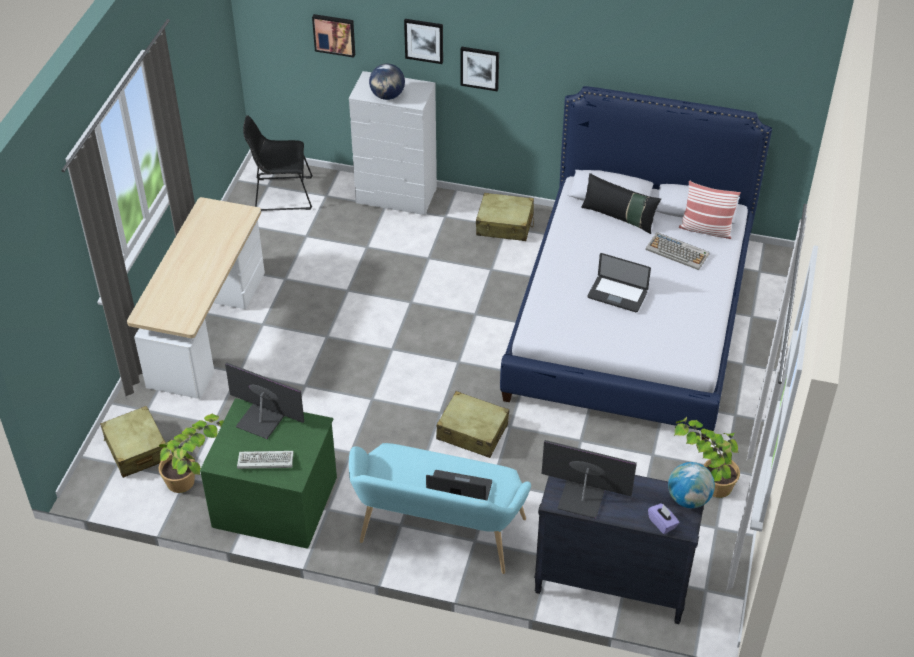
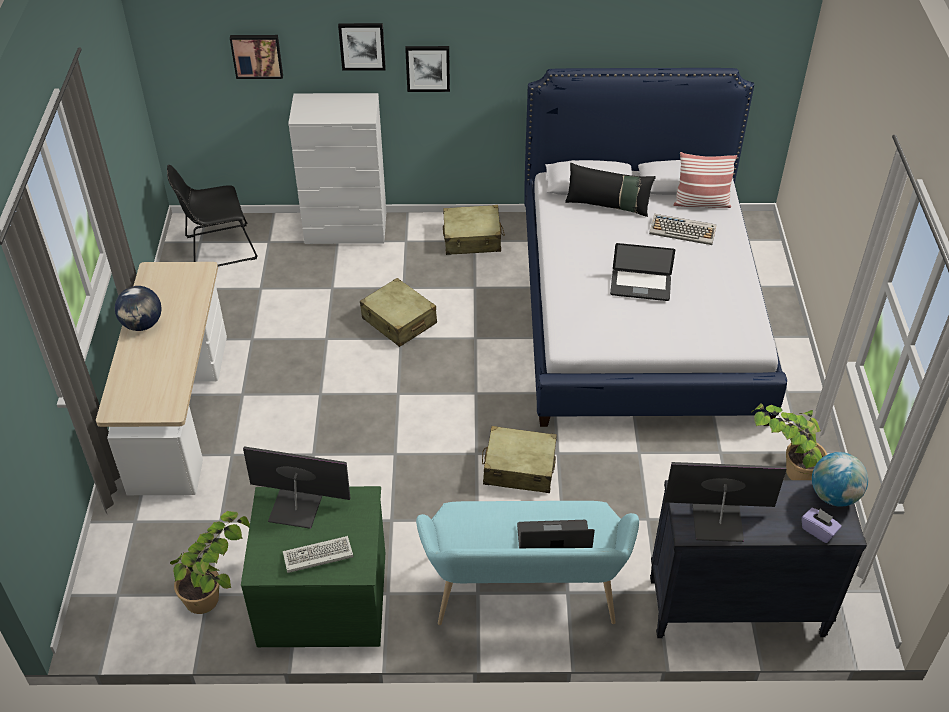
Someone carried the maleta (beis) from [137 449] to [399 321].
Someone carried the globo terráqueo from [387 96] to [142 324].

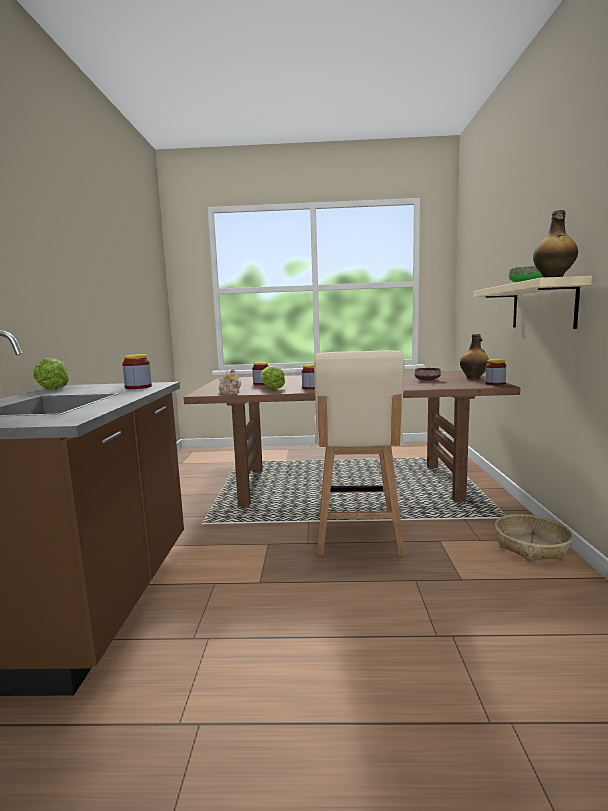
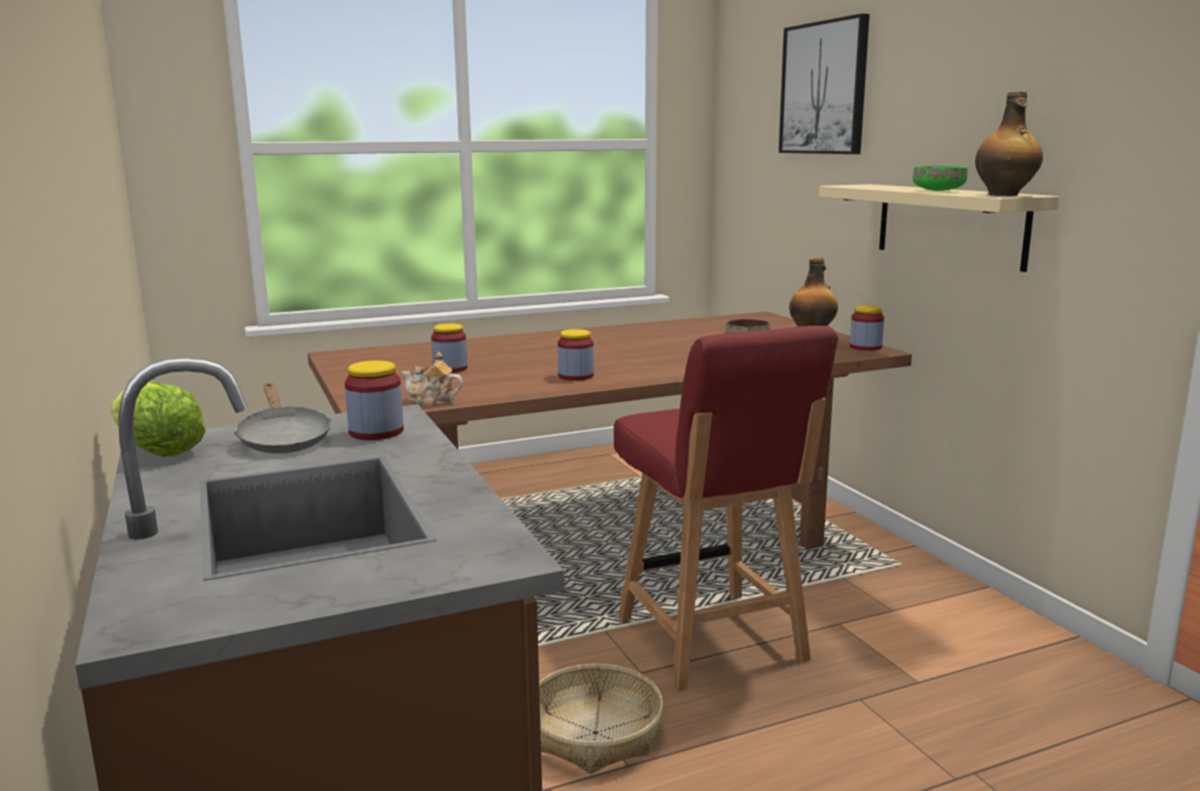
Someone took away the lechuga at [271 388].
Someone put down the sartén (gris) at [283 440].
Someone put up the cuadro at [824 88].
Someone carried the cesta from [531 546] to [594 733].
Someone repainted the silla (beis) at [358 536], which became the silla (rojo) at [712 642].

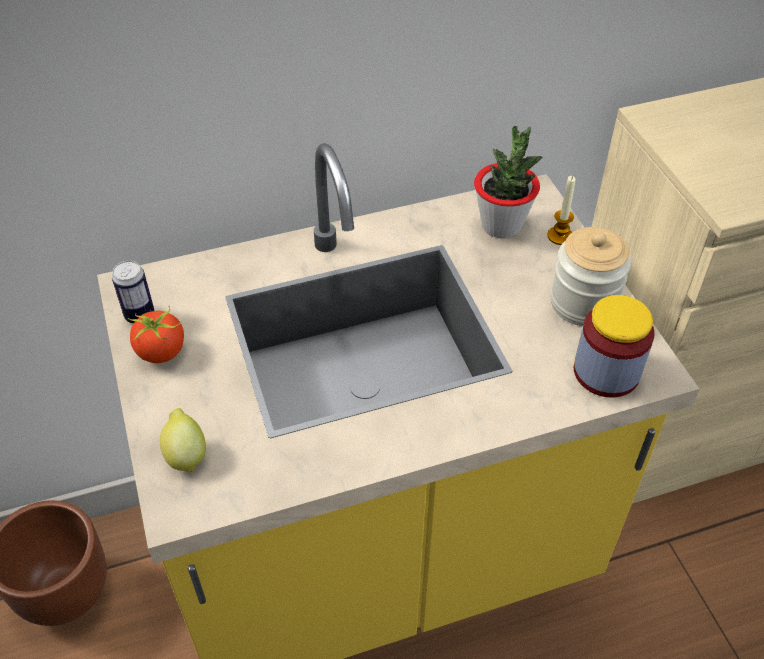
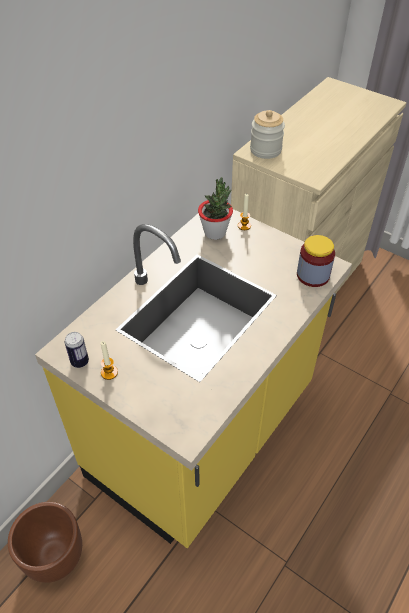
Someone took away the limón at [186 454].
Someone carried the tarro from [583 303] to [265 150].
Someone swapped the tomate at [162 352] for the vela at [109 372].

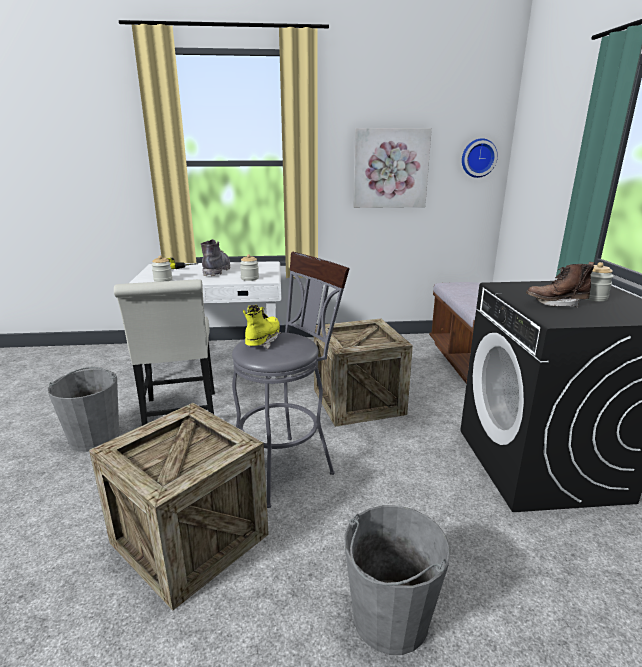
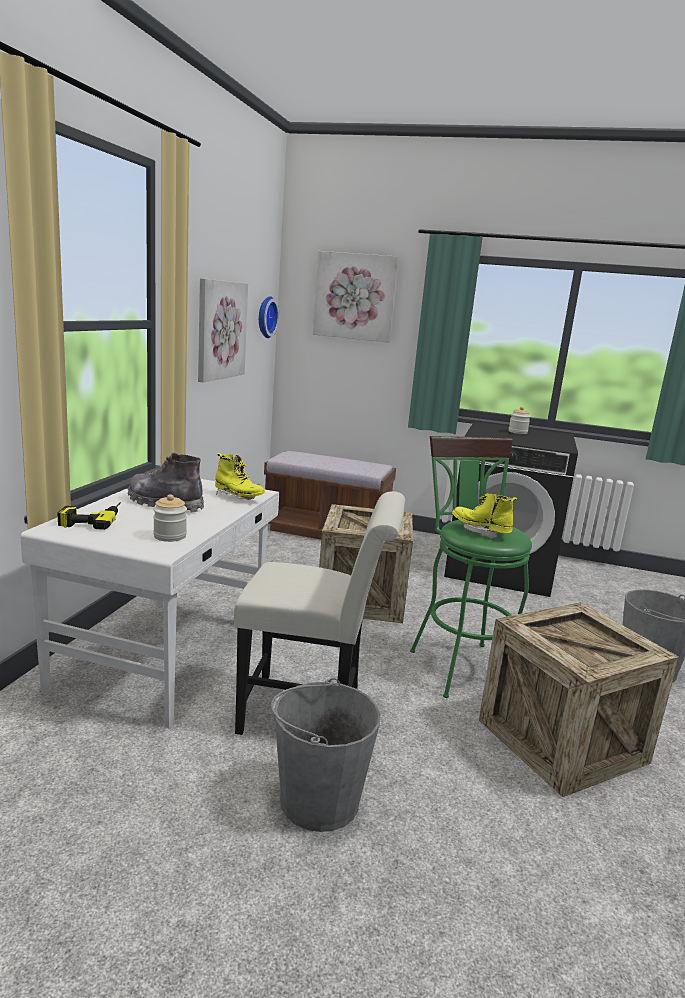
Someone took away the bota (marrón) at [556 304].
Someone put up the cuadro at [355 296].
Someone swapped the tarro at [250 278] for the bota (amarillo) at [238 497].
Someone repainted the taburete (gris) at [287 465], which became the taburete (verde) at [460 663].

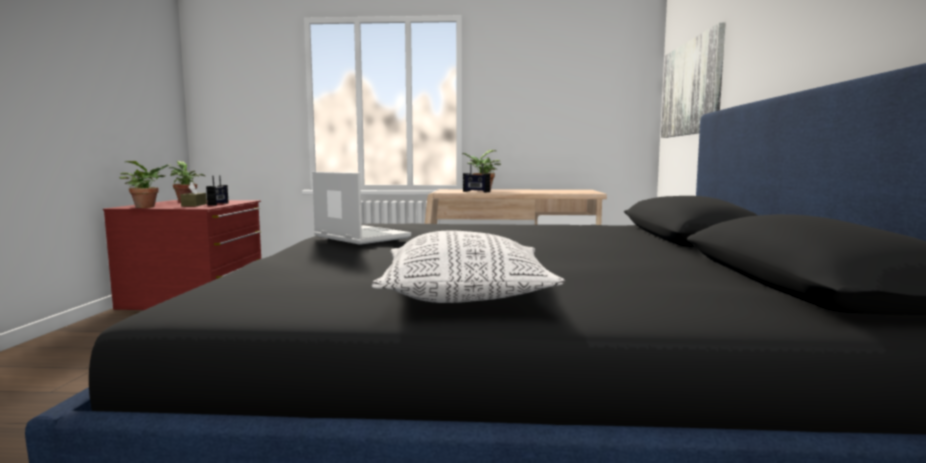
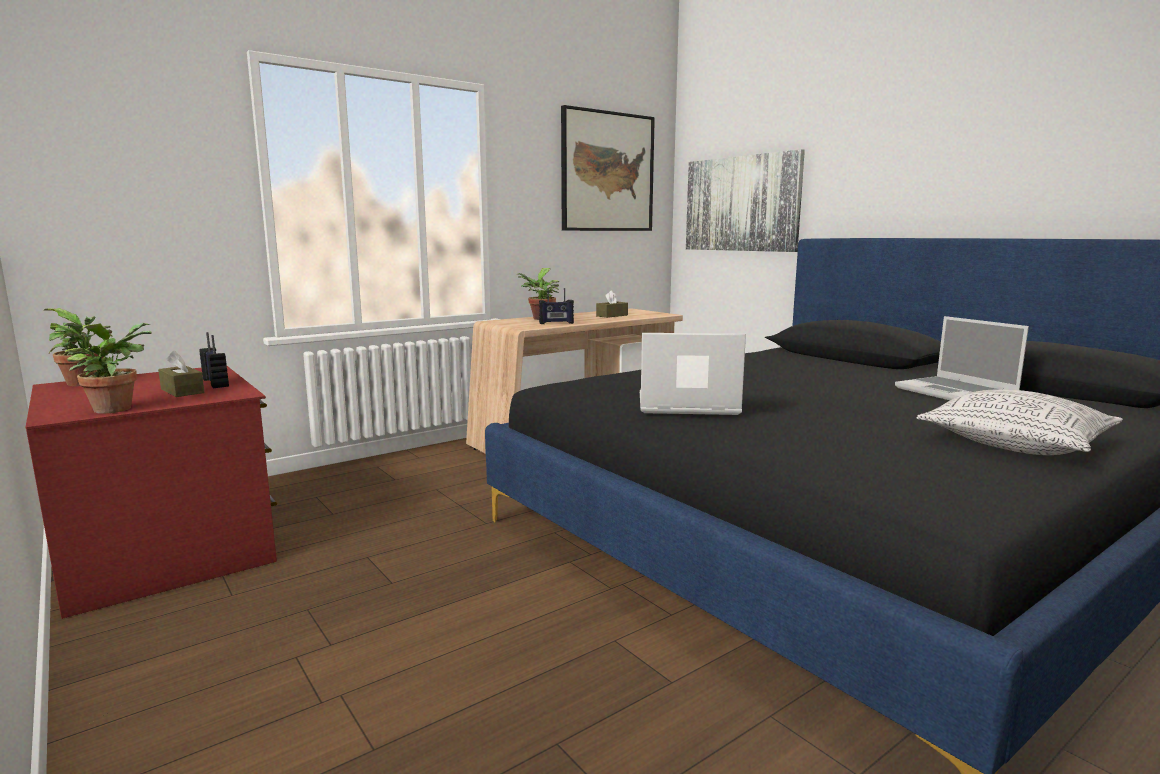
Someone put up the cuadro at [607 172].
Someone put down the caja de pañuelos (marrón) at [612 315].
Someone put down the portátil at [957 393].

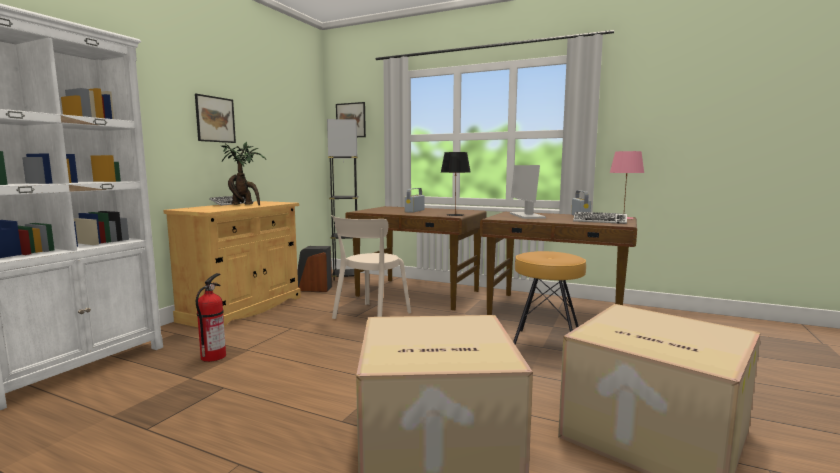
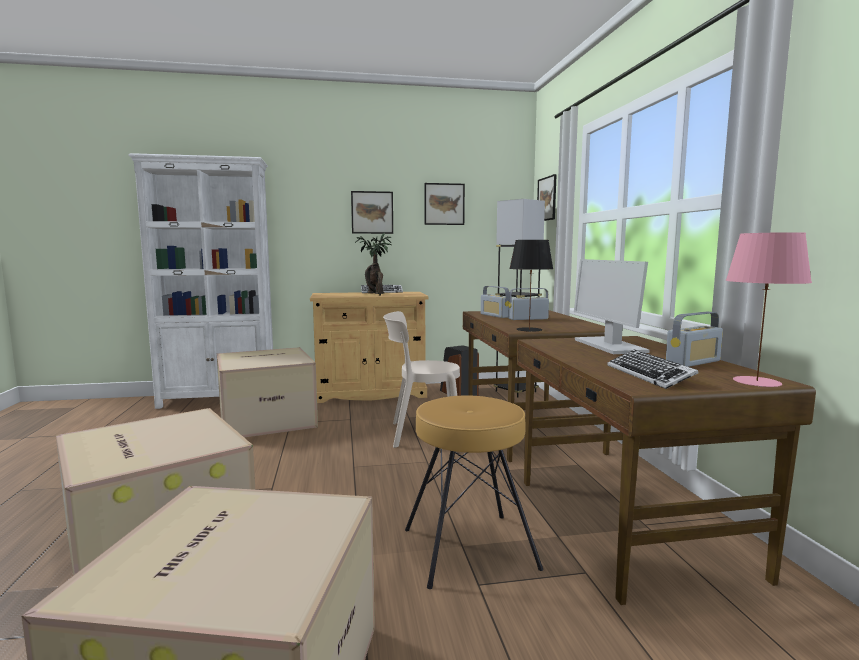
Someone put up the cuadro at [444 204].
Someone put down the radio at [495 315].
Someone swapped the extintor at [213 356] for the caja de cartón at [268 419].
Someone rotated the monitor at [526 216] by 60 degrees counterclockwise.

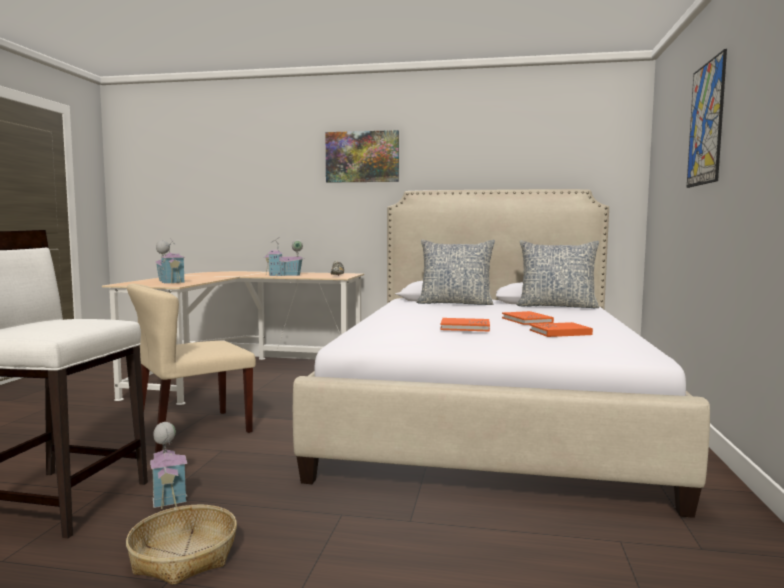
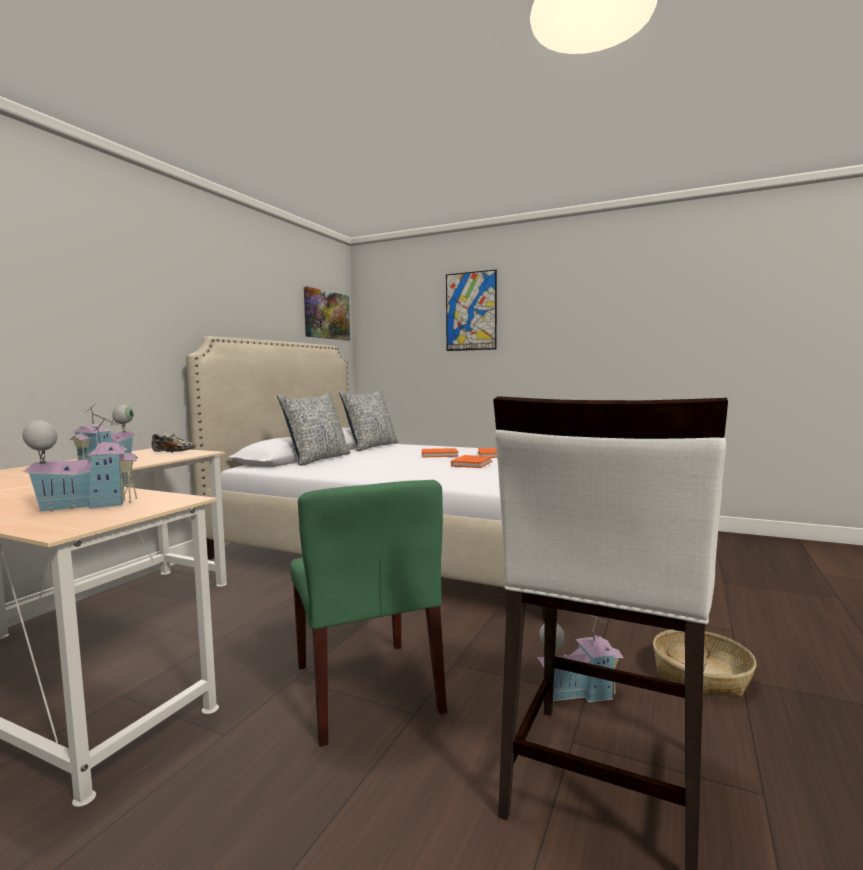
Someone carried the cuadro from [362 157] to [326 315].
Someone repainted the silla (beis) at [192 430], which became the silla (verde) at [367 688].

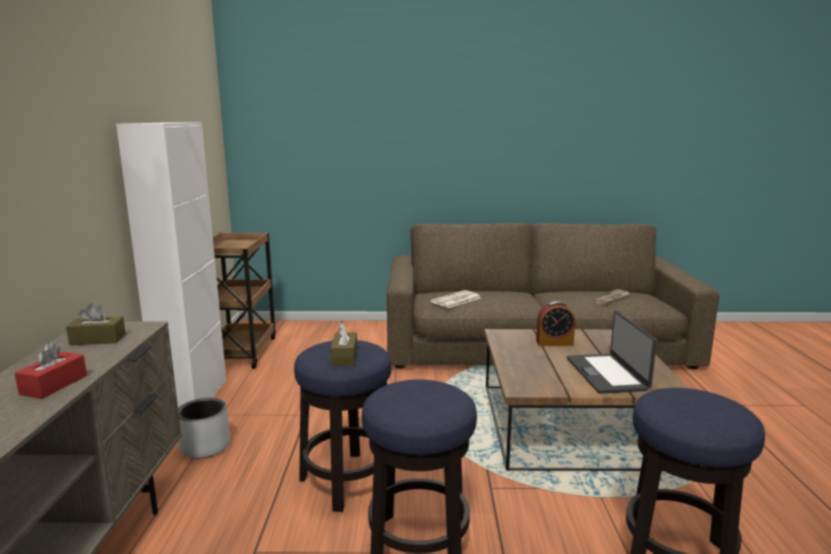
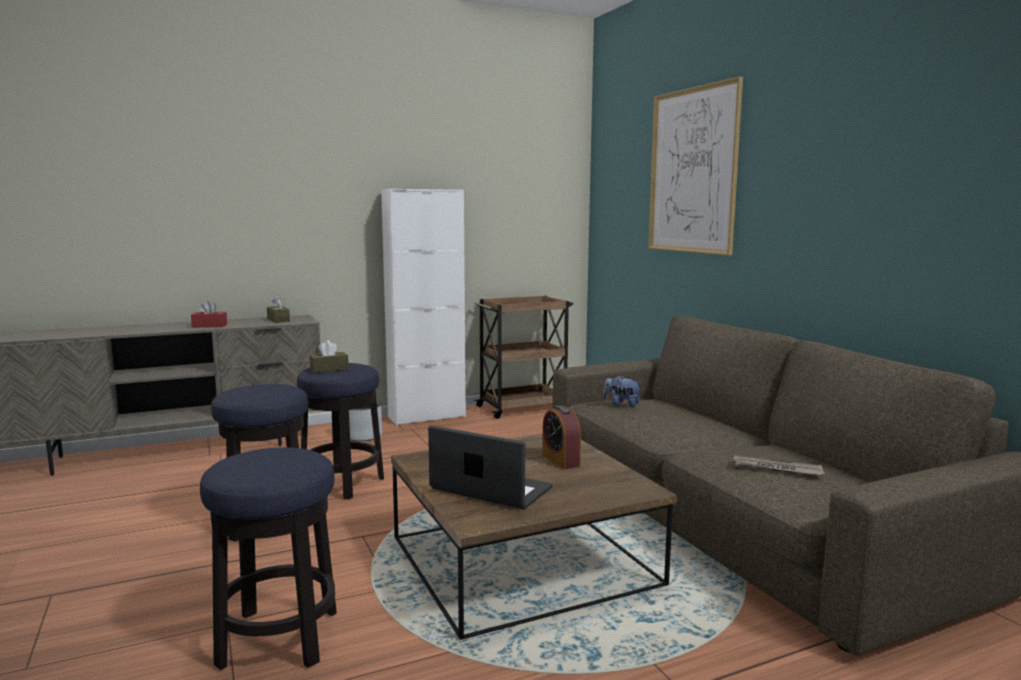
Someone put up the cuadro at [692 171].
Someone swapped the periódico at [456 300] for the peluche at [622 404].
Someone rotated the portátil at [607 373] by 60 degrees clockwise.

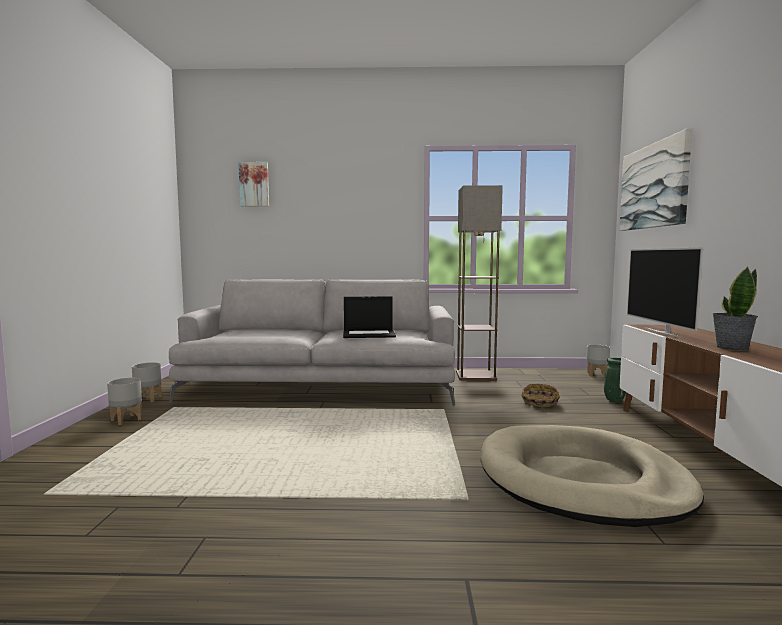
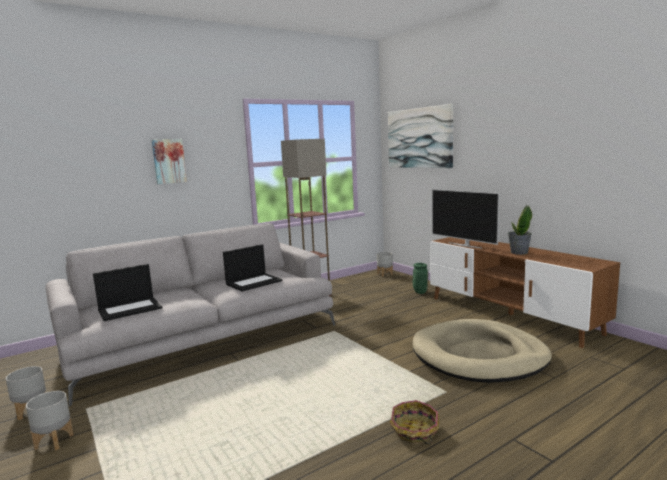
Someone put down the portátil at [130 309].
Someone carried the cuadro from [254 184] to [169 161].
Someone carried the cesta from [539 402] to [414 431].

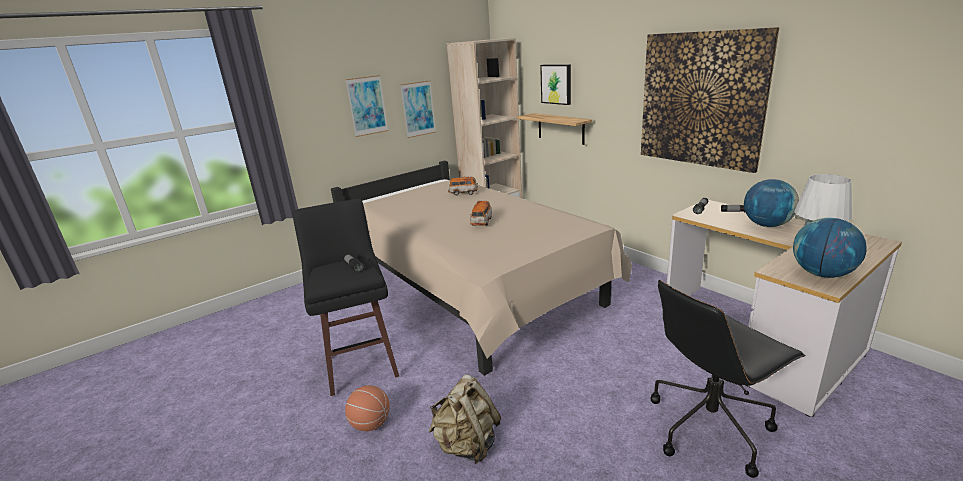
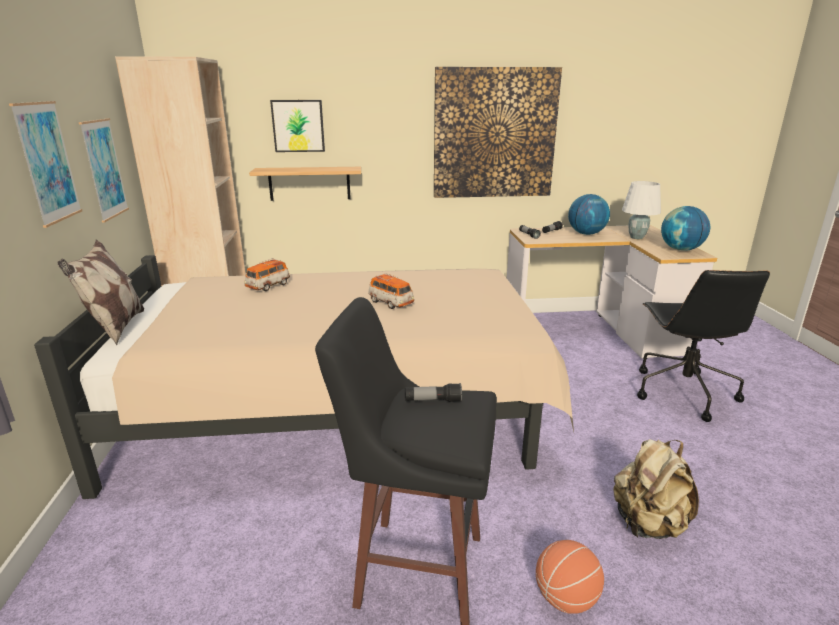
Someone put down the cojín at [116 328].

